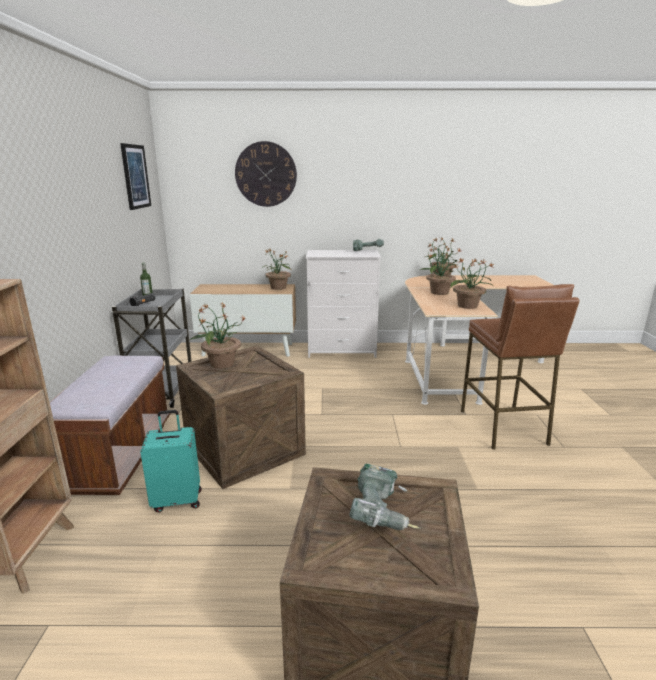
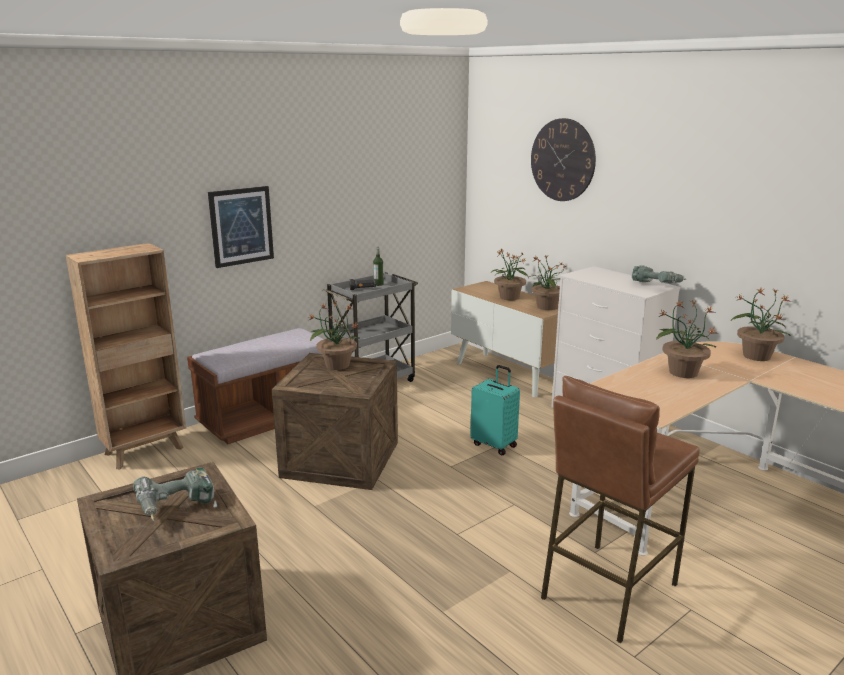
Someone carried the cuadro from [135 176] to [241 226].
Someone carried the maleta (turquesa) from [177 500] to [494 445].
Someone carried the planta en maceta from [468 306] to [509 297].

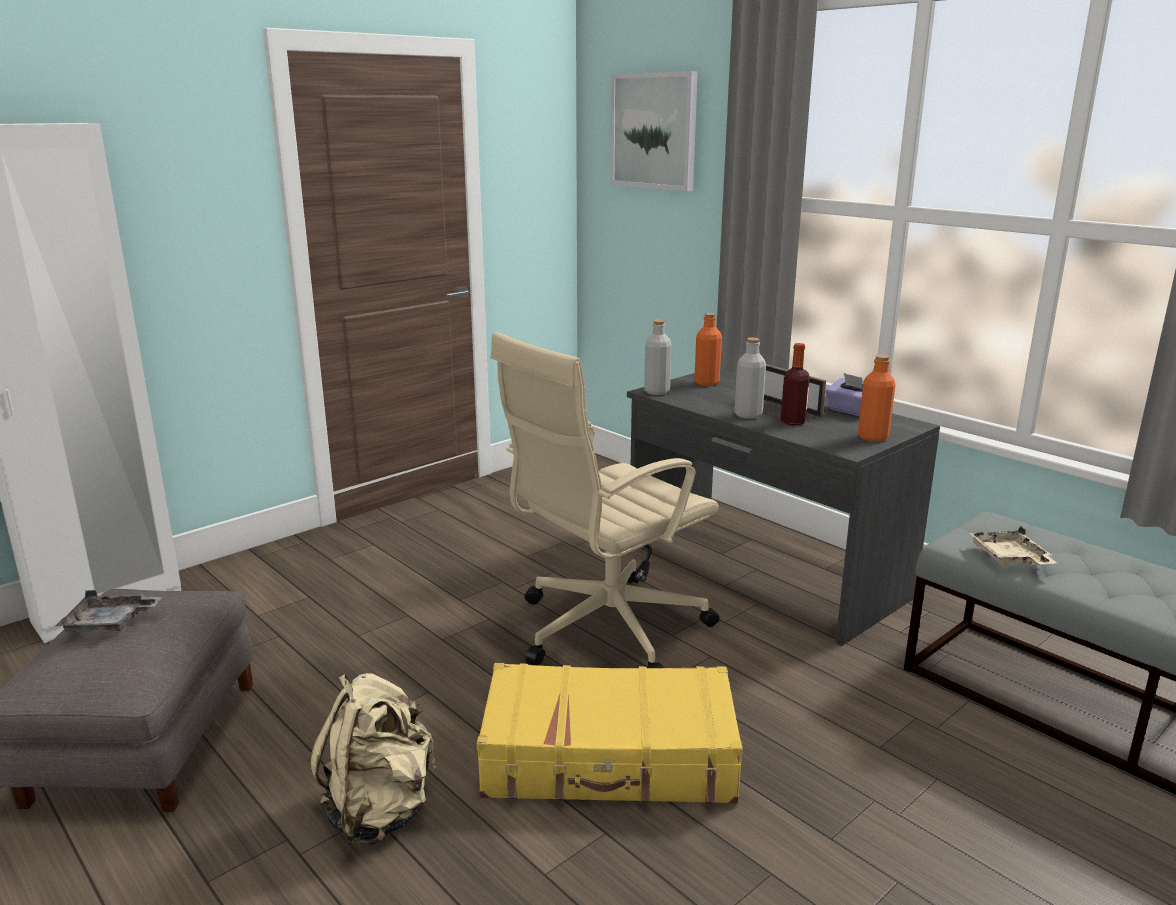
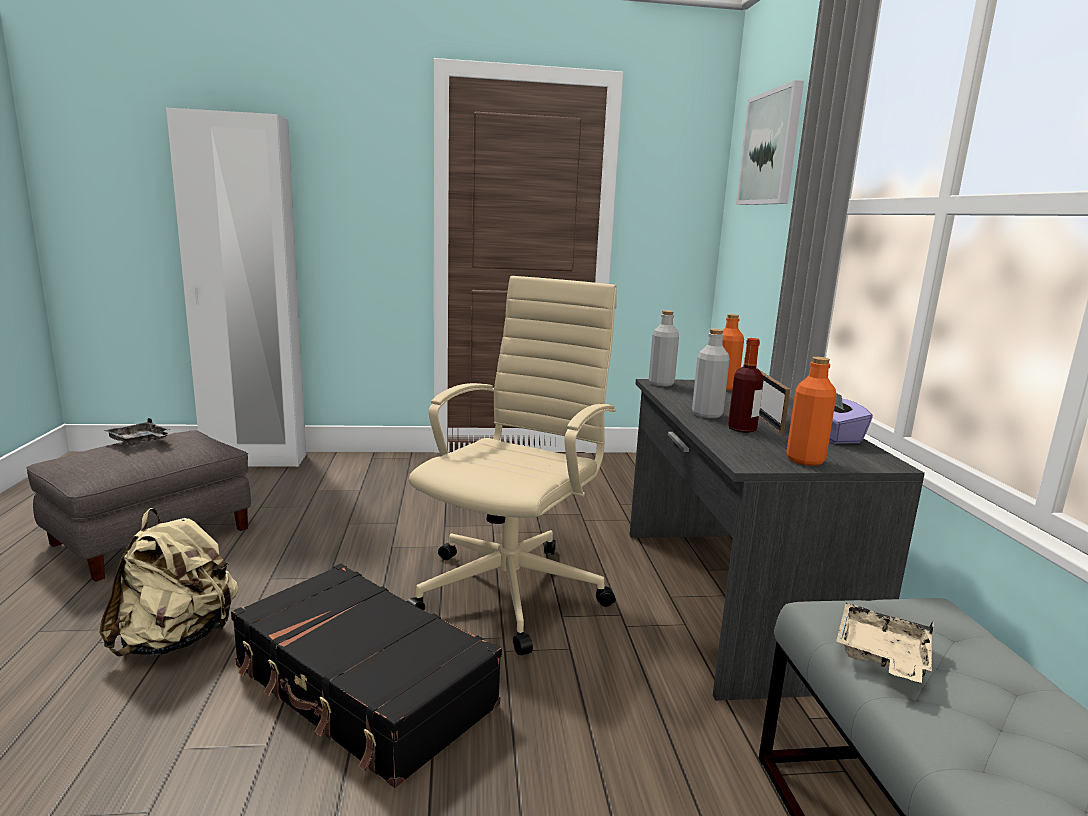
Someone repainted the maleta (amarillo) at [609 758], which became the maleta (negro) at [363 687].
Someone rotated the silla de oficina (beis) at [605 630] by 120 degrees clockwise.

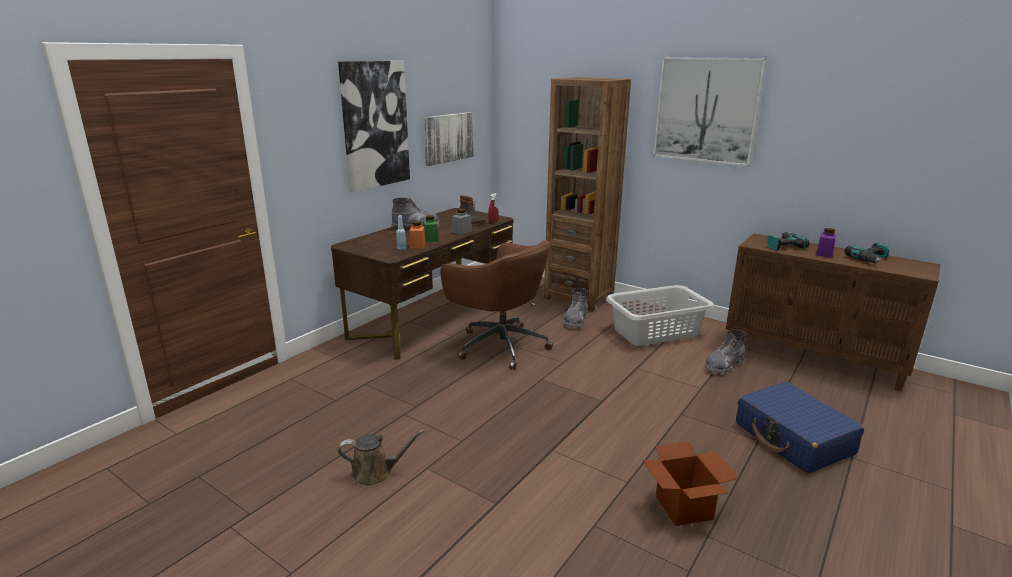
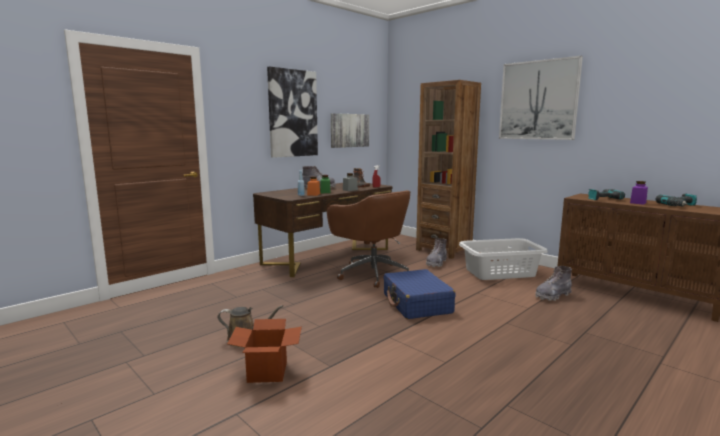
Someone carried the caja de cartón from [683 507] to [267 372].
Someone carried the maleta (azul) from [793 439] to [417 303].

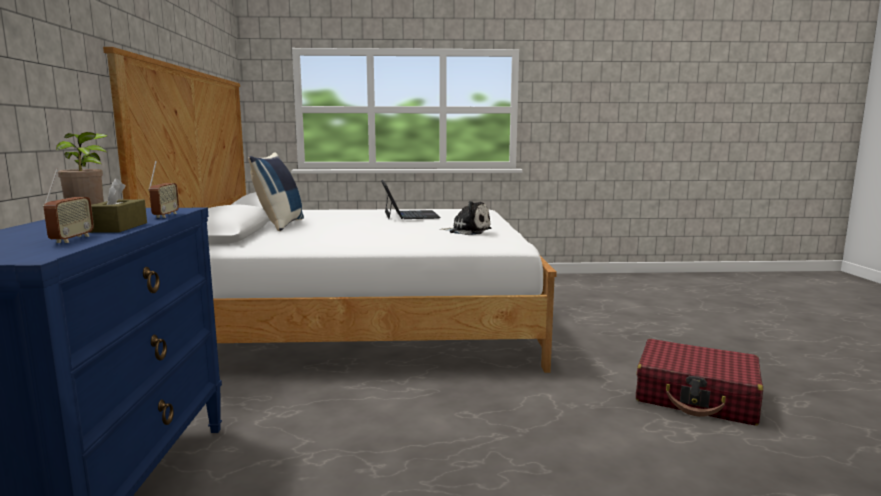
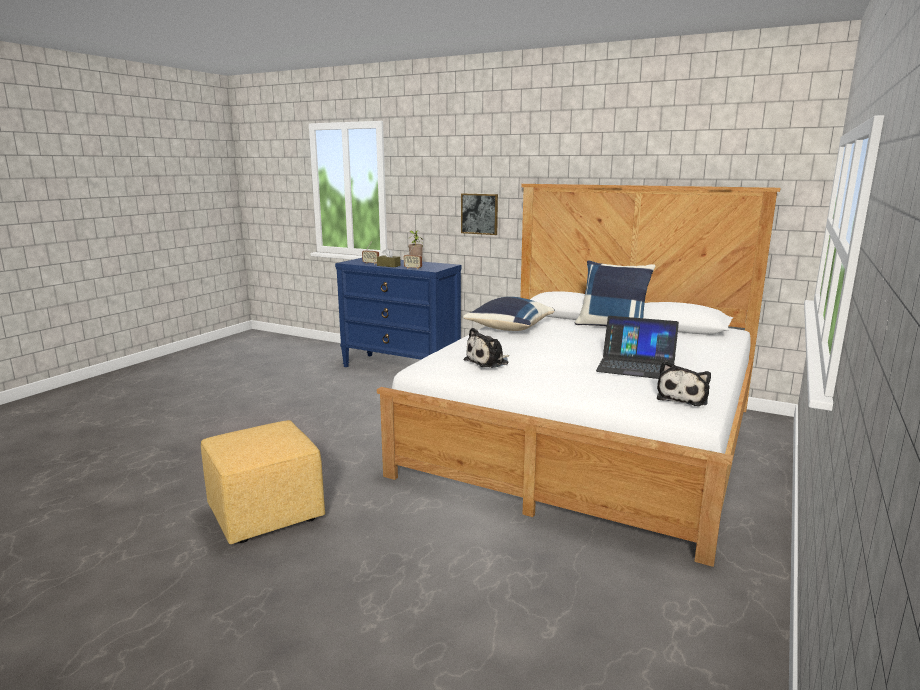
Someone put up the cuadro at [479 214].
Someone put down the cojín (azul) at [508 328].
Someone put down the peluche at [683 398].
Someone swapped the maleta (rojo) at [696 397] for the puf (amarillo) at [266 515].

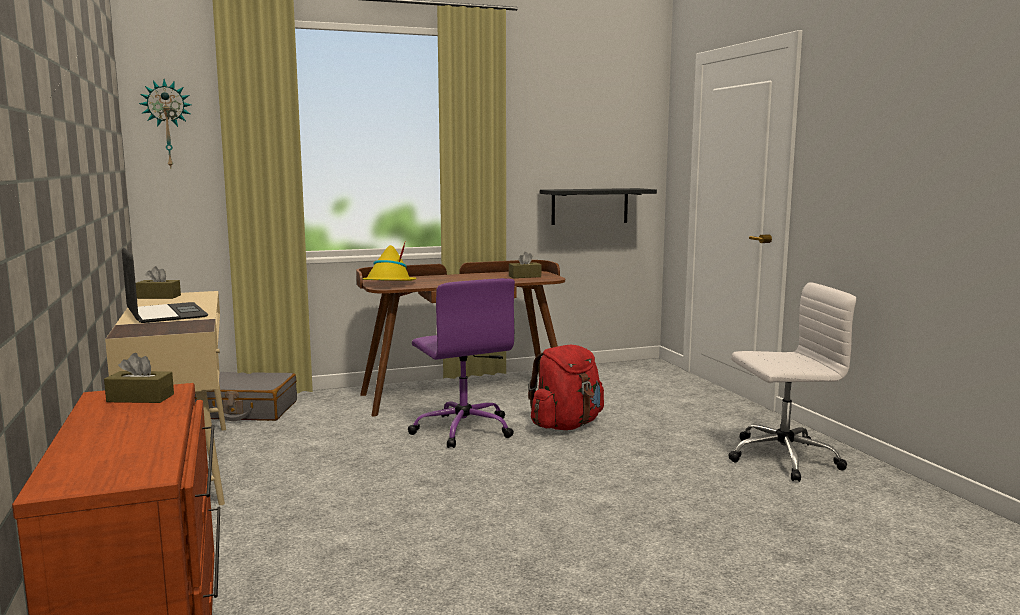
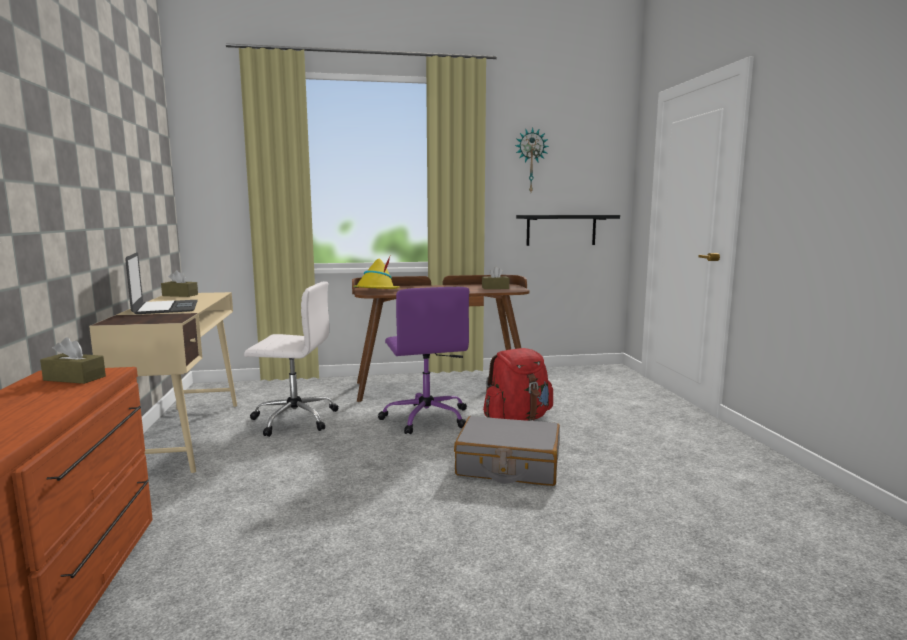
Someone carried the reloj de pared from [167 124] to [530 161].
Someone carried the maleta (gris) from [246 410] to [508 465].
Someone carried the silla de oficina (blanco) from [781 458] to [293 419].

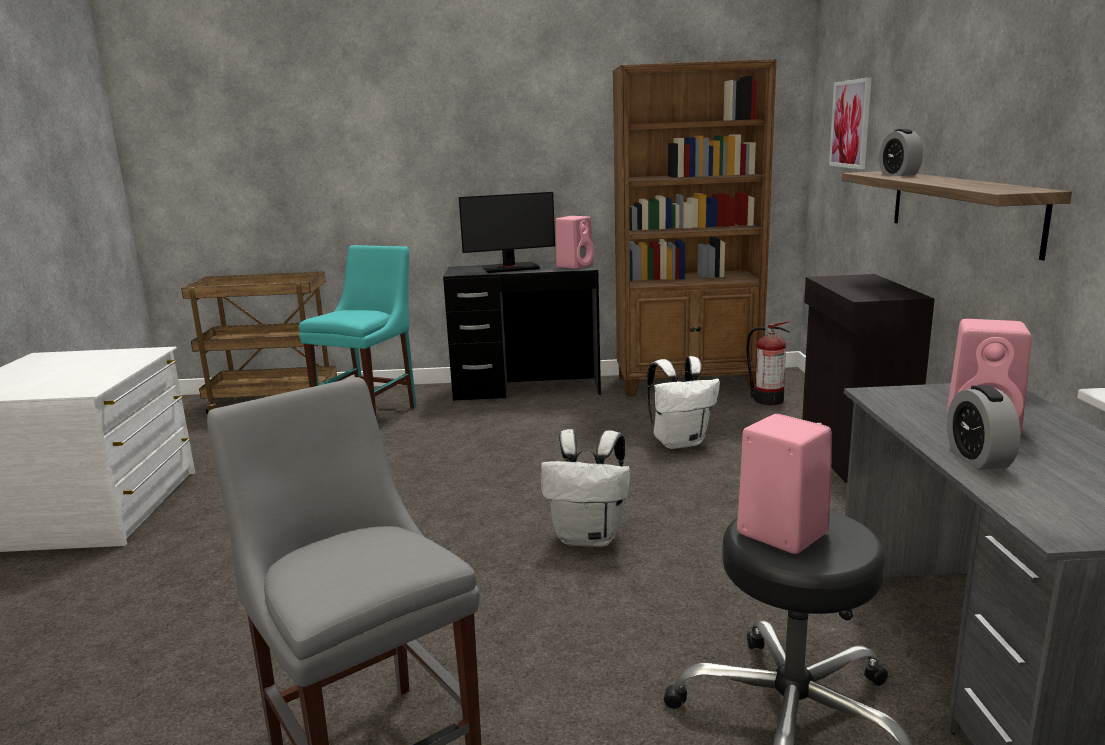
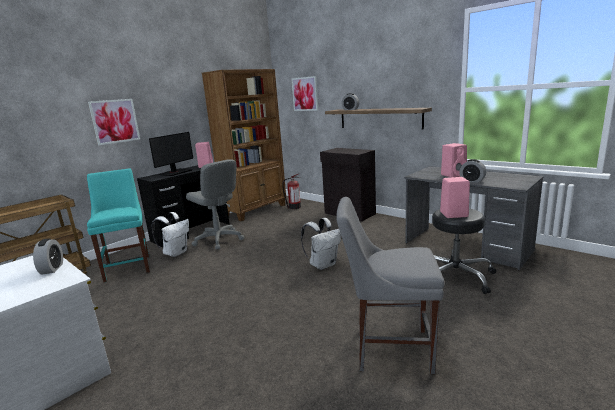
Someone put down the despertador at [52 269].
Someone put up the cuadro at [115 121].
Someone put down the silla de oficina (gris) at [218 239].
Someone carried the mochila (blanco) from [680 442] to [175 253].

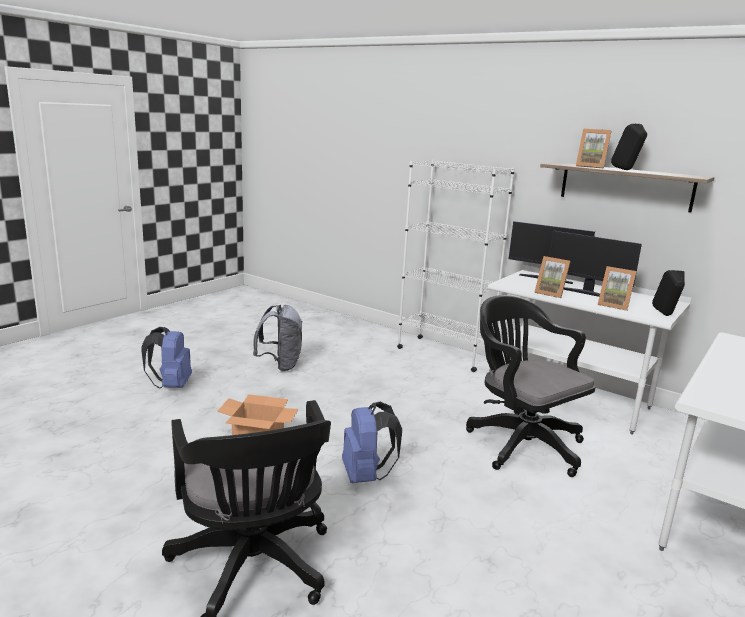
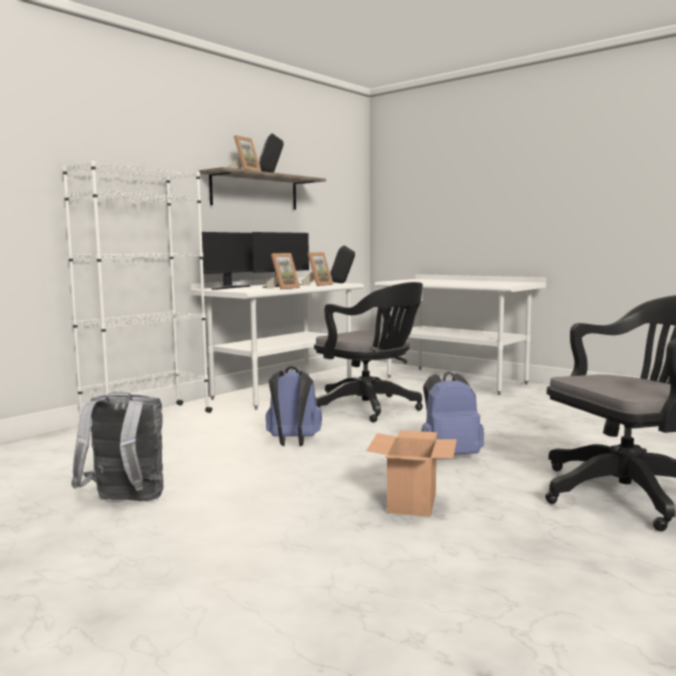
Someone carried the mochila (azul) from [171 385] to [293 442].
Someone rotated the silla de oficina (negro) at [520 443] by 105 degrees counterclockwise.

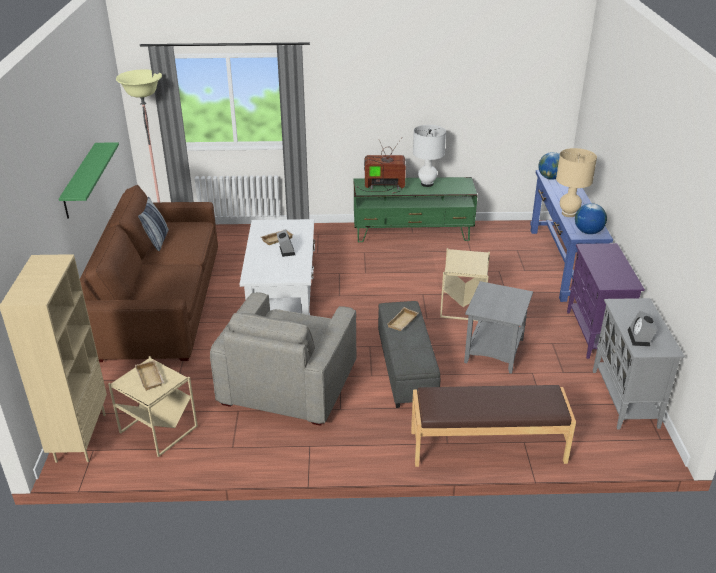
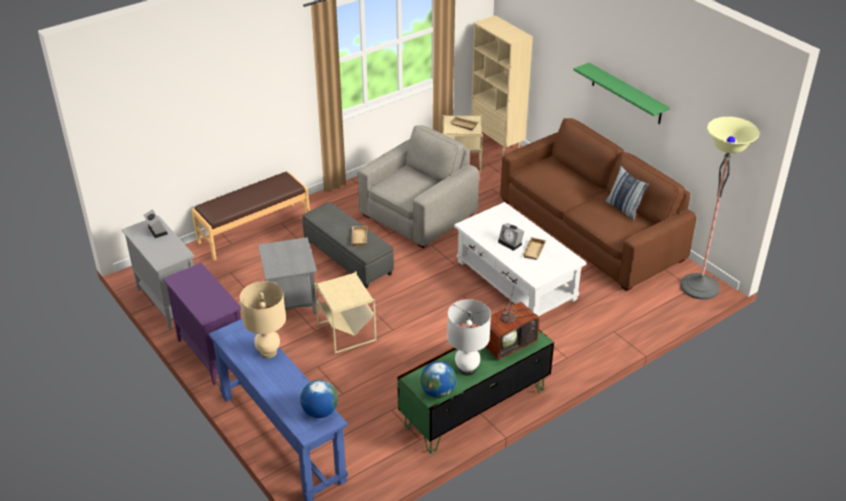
Someone carried the globo terráqueo from [588 232] to [438 392].
Someone rotated the sillón (gris) at [288 383] by 60 degrees clockwise.

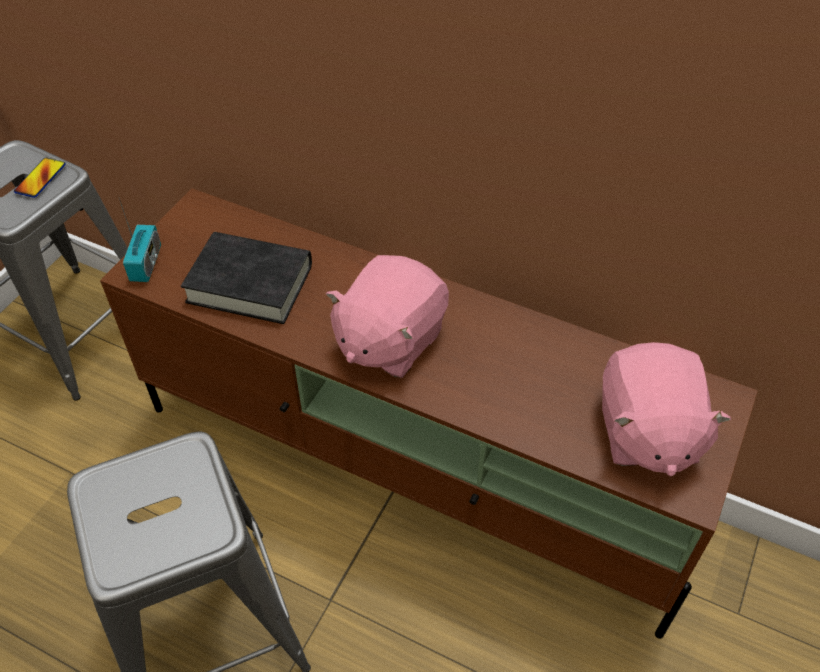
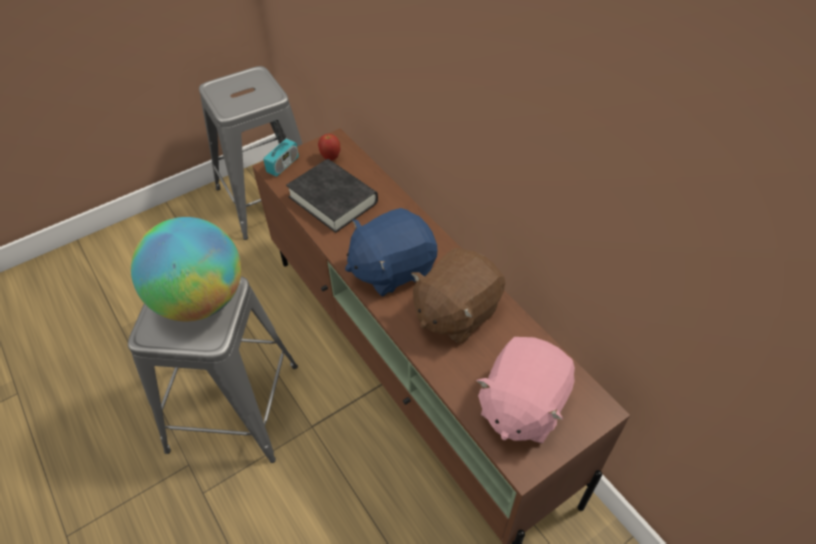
Someone took away the móvil at [40 178].
Someone put down the globo terráqueo at [201 300].
Someone put down the manzana at [330 158].
Someone put down the peluche (marrón) at [455 312].
Someone repainted the peluche (rosa) at [389 340], which became the peluche (azul) at [392 269].

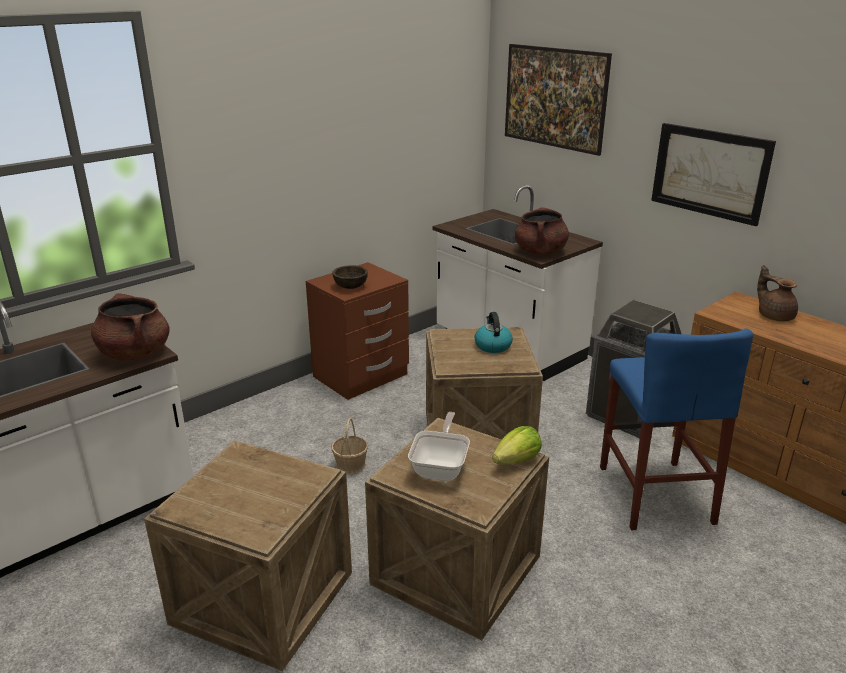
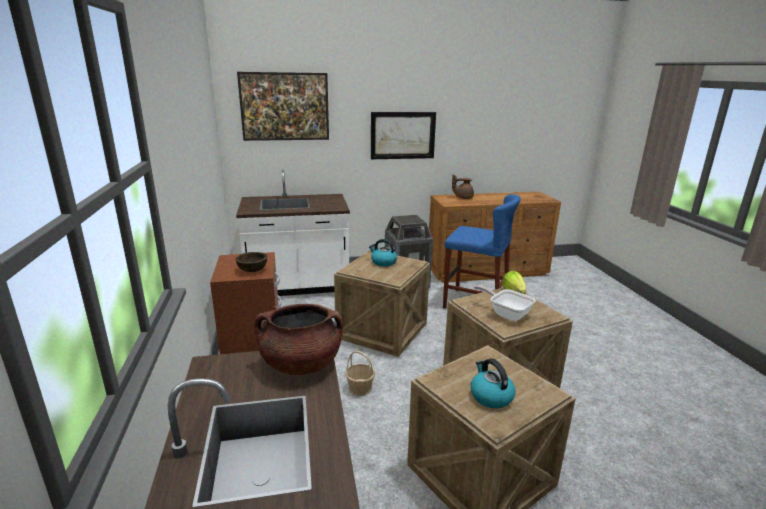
Someone took away the olla (marrón) at [540 252].
Someone put down the hervidor at [490 396].

